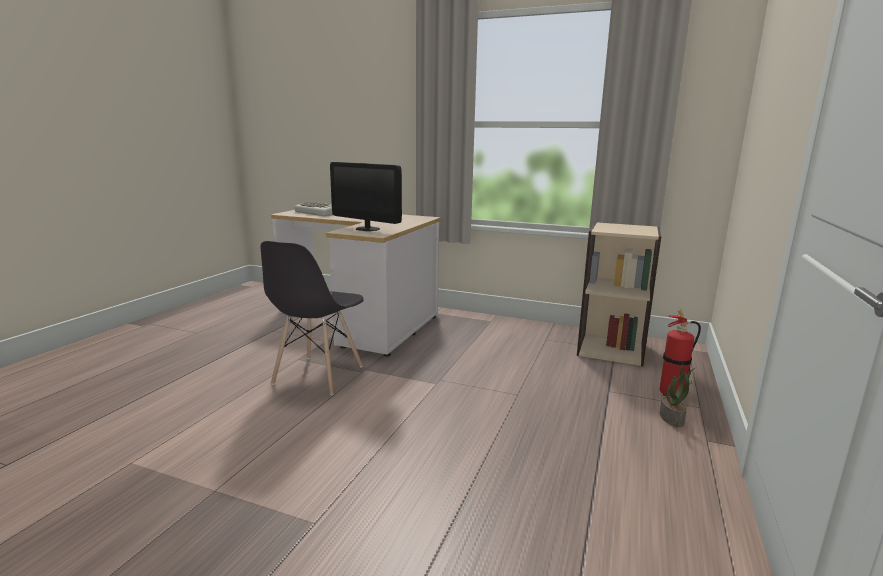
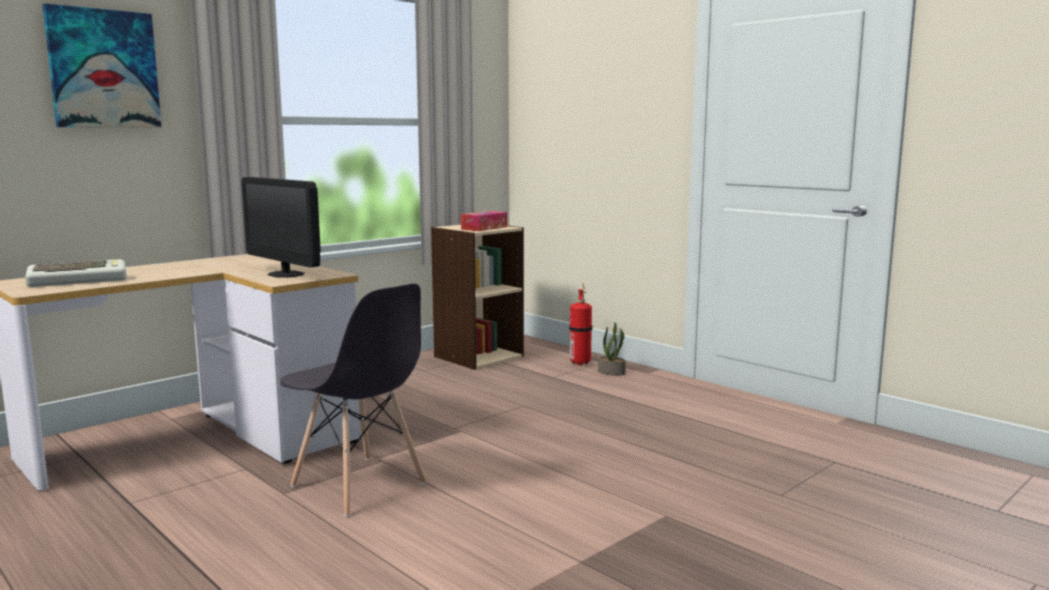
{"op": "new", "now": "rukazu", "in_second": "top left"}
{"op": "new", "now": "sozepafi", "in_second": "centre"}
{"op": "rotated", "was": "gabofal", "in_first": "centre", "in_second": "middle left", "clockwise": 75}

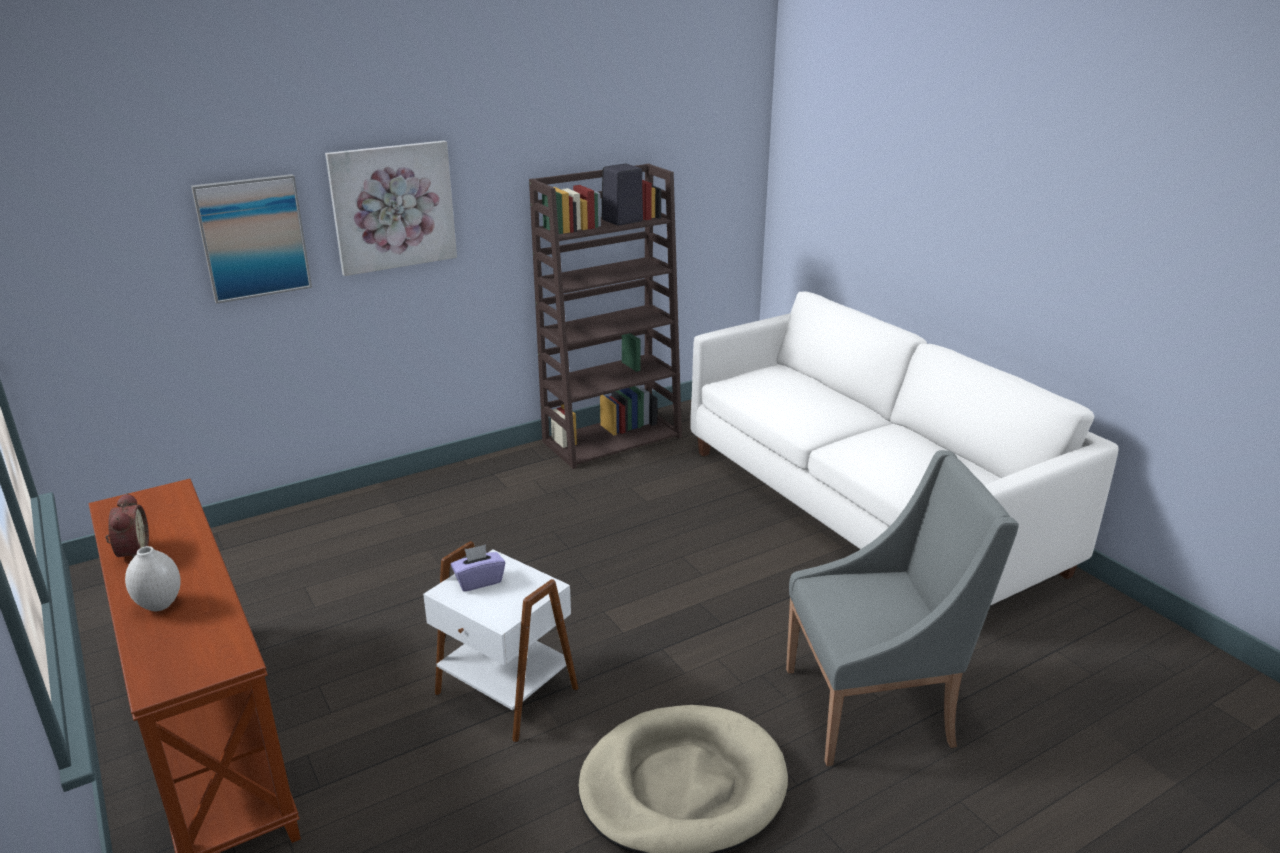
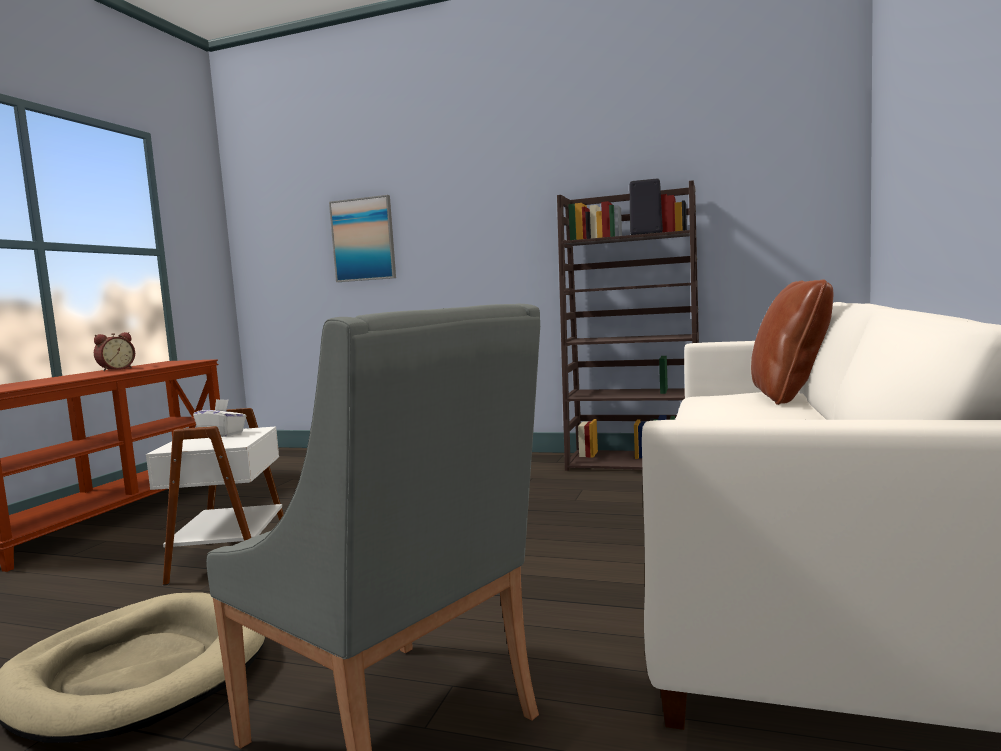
{"op": "gone", "was": "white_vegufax", "in_first": "bottom left"}
{"op": "gone", "was": "rukazu (no. 2 from left)", "in_first": "top left"}
{"op": "new", "now": "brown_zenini", "in_second": "middle right"}
{"op": "repainted", "was": "purple_sozepafi", "now": "white_sozepafi", "in_first": "centre", "in_second": "middle left"}

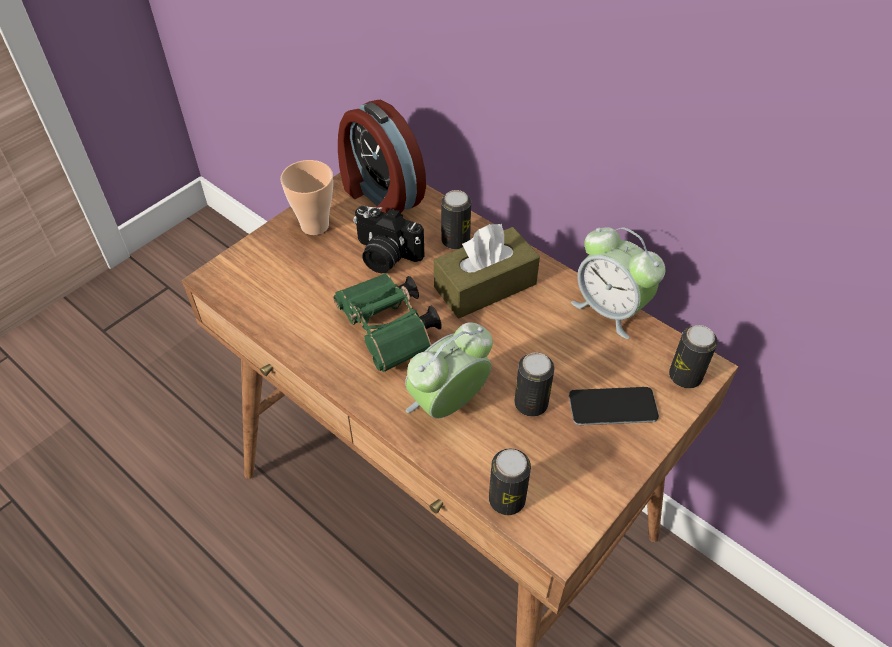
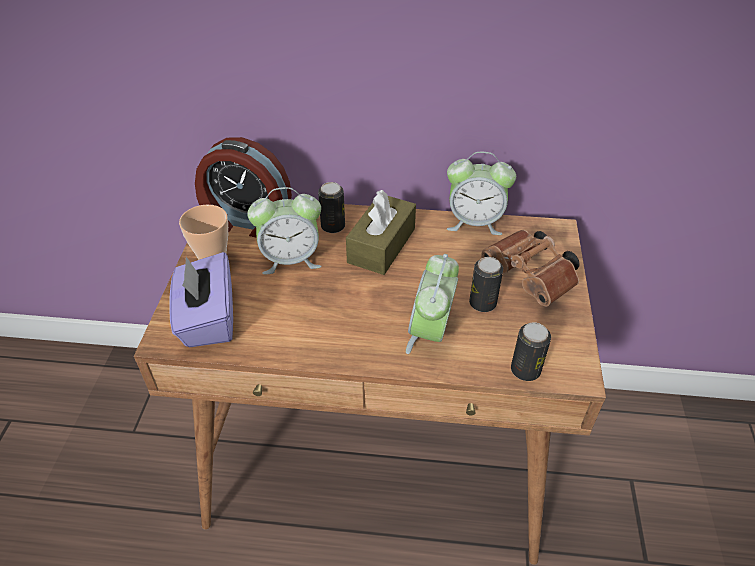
{"op": "gone", "was": "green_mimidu", "in_first": "centre"}
{"op": "gone", "was": "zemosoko (no. 4 from left)", "in_first": "middle right"}
{"op": "new", "now": "purple_sozepafi", "in_second": "middle left"}
{"op": "swapped", "was": "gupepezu", "now": "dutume (no. 2 from left)", "in_first": "centre", "in_second": "centre"}
{"op": "swapped", "was": "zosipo", "now": "brown_mimidu", "in_first": "middle right", "in_second": "middle right"}

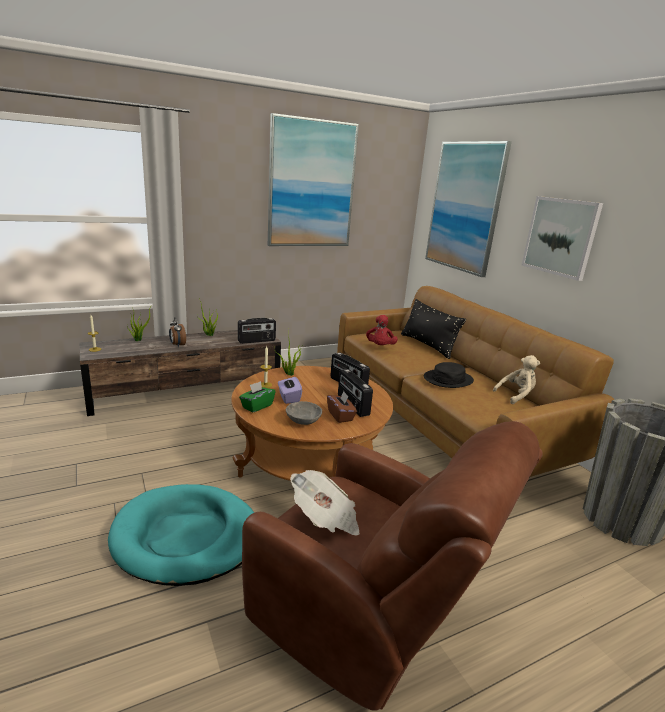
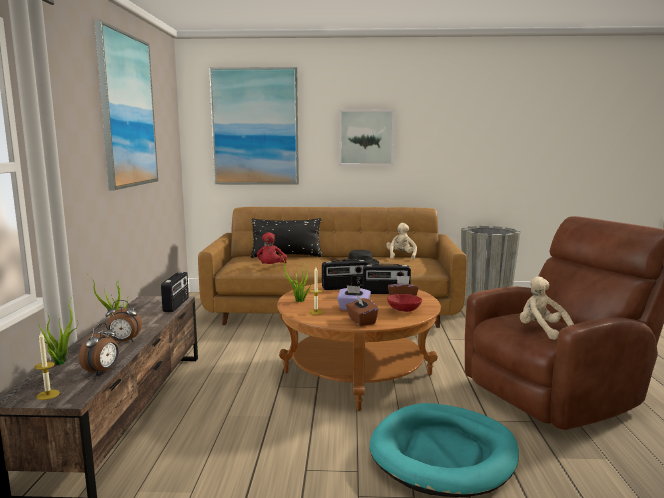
{"op": "new", "now": "dutume (no. 1 from left)", "in_second": "bottom left"}
{"op": "swapped", "was": "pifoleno", "now": "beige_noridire (no. 2 from left)", "in_first": "bottom centre", "in_second": "middle right"}
{"op": "repainted", "was": "green_sozepafi", "now": "brown_sozepafi (no. 1 from left)", "in_first": "centre", "in_second": "centre"}
{"op": "repainted", "was": "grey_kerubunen", "now": "red_kerubunen", "in_first": "centre", "in_second": "centre"}
{"op": "rotated", "was": "red_noridire", "in_first": "centre", "in_second": "centre", "clockwise": 60}

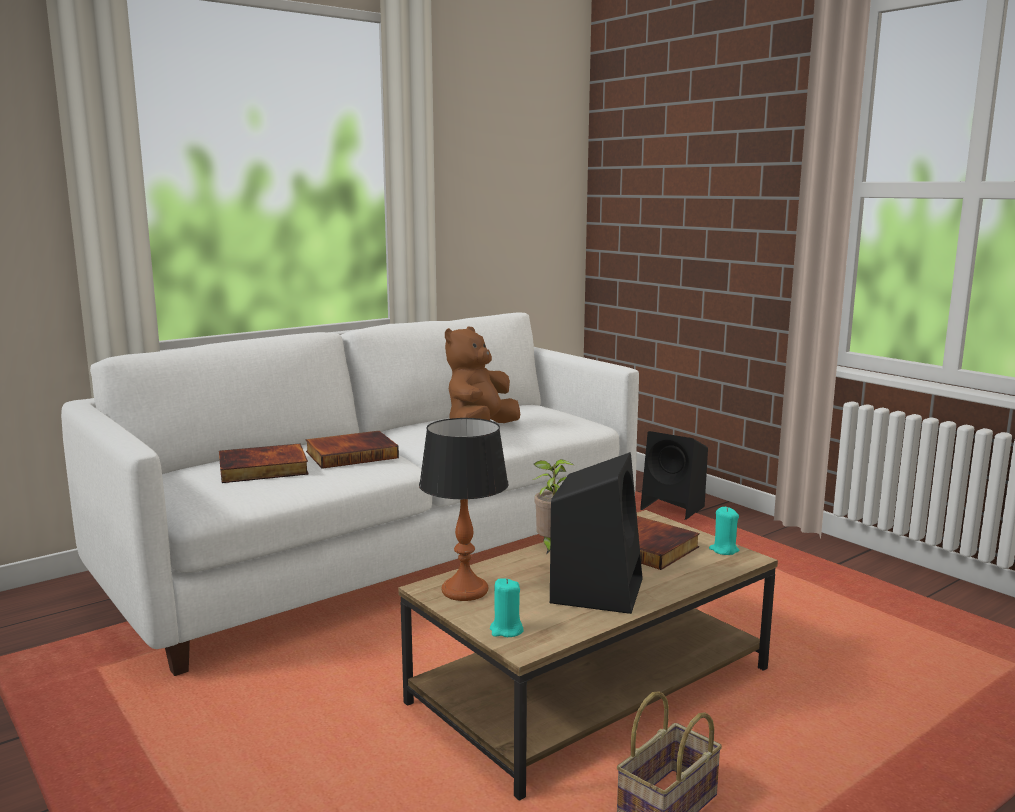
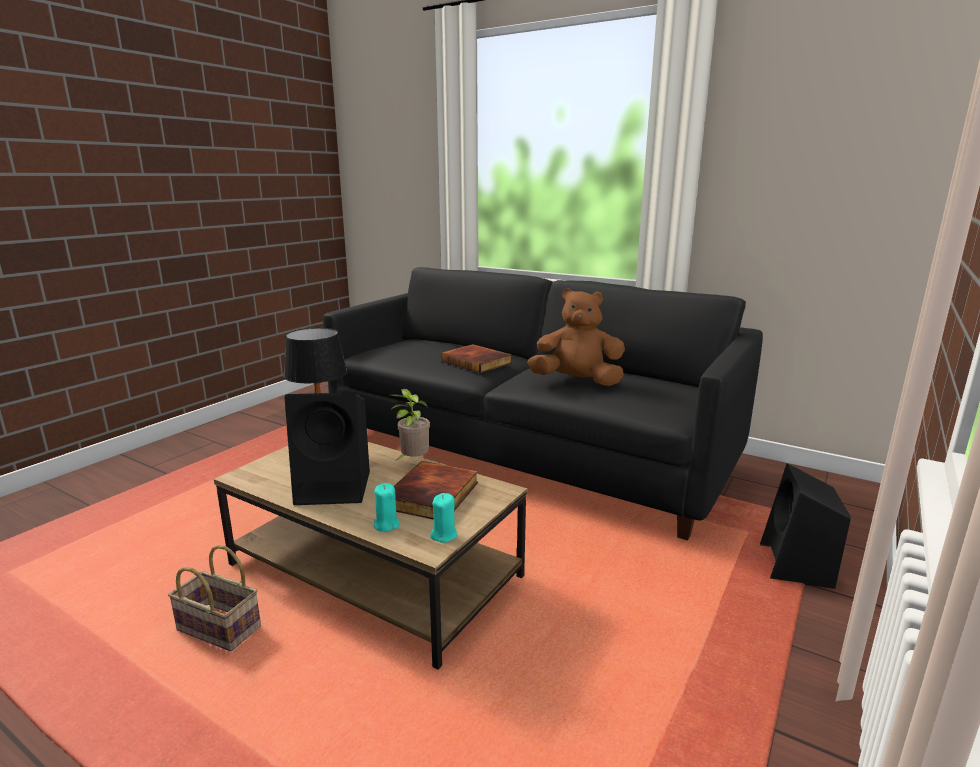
{"op": "gone", "was": "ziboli (no. 1 from left)", "in_first": "middle left"}
{"op": "shifted", "was": "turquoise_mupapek (no. 1 from left)", "in_first": "bottom centre", "in_second": "centre"}
{"op": "repainted", "was": "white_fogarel", "now": "black_fogarel", "in_first": "centre", "in_second": "centre"}

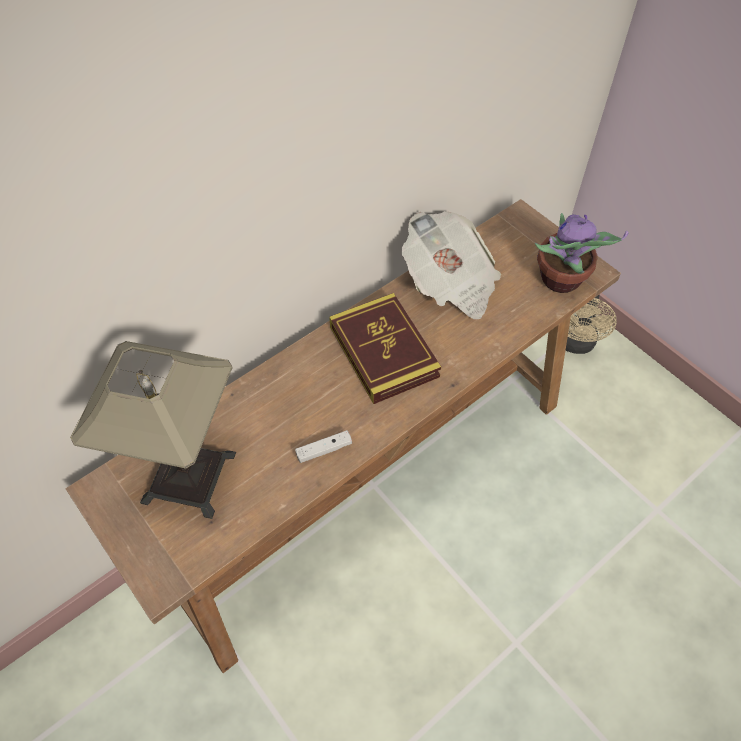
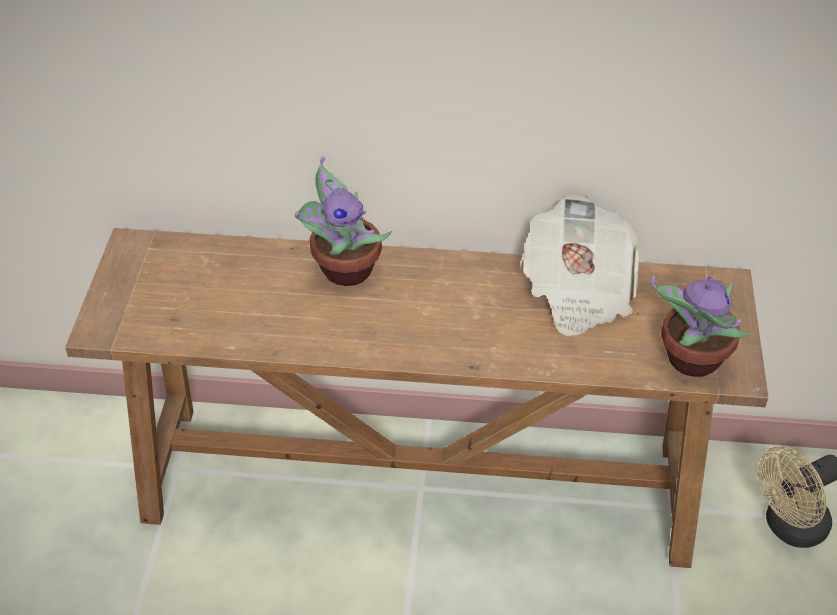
{"op": "gone", "was": "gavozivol", "in_first": "middle left"}
{"op": "gone", "was": "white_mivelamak", "in_first": "centre"}
{"op": "gone", "was": "ziboli", "in_first": "centre"}
{"op": "new", "now": "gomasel (no. 1 from left)", "in_second": "centre"}

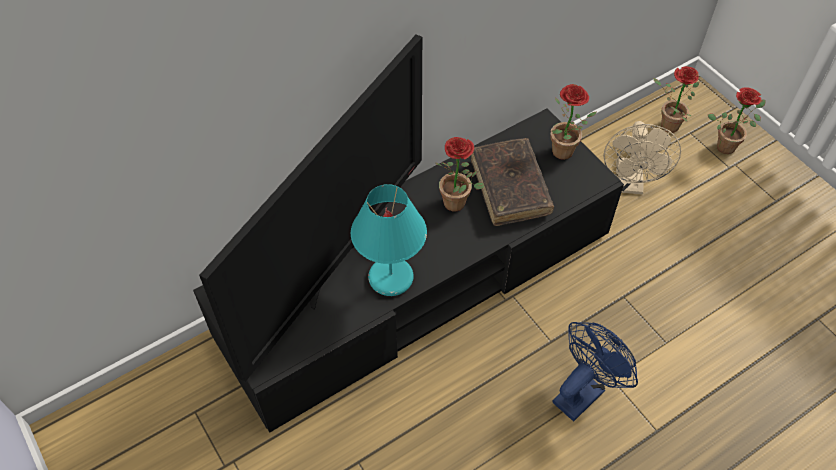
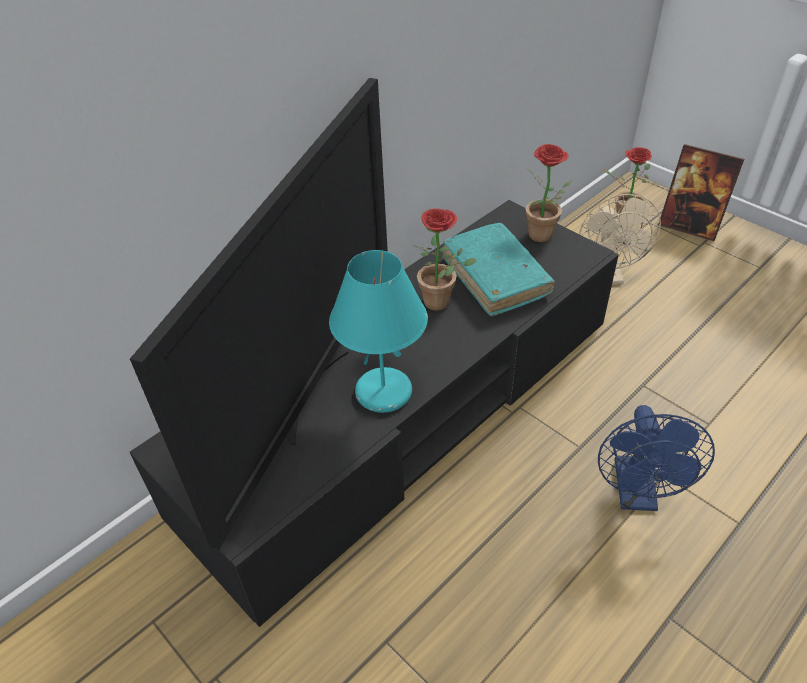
{"op": "swapped", "was": "gomasel (no. 4 from left)", "now": "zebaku", "in_first": "top right", "in_second": "top right"}
{"op": "repainted", "was": "brown_ziboli", "now": "turquoise_ziboli", "in_first": "centre", "in_second": "centre"}
{"op": "rotated", "was": "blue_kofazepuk", "in_first": "bottom right", "in_second": "bottom right", "clockwise": 150}

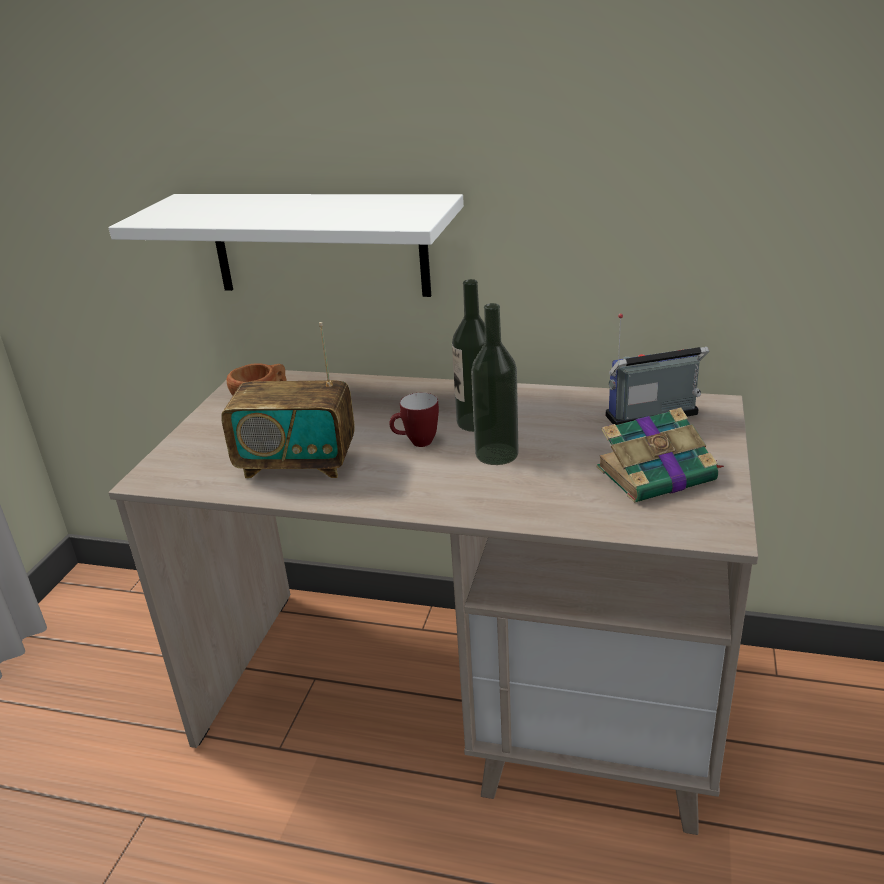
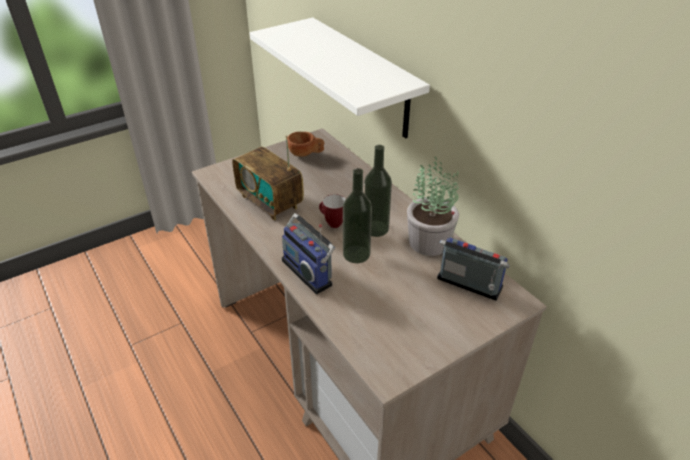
{"op": "gone", "was": "ziboli", "in_first": "middle right"}
{"op": "new", "now": "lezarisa (no. 2 from left)", "in_second": "centre"}
{"op": "new", "now": "gomasel", "in_second": "centre"}

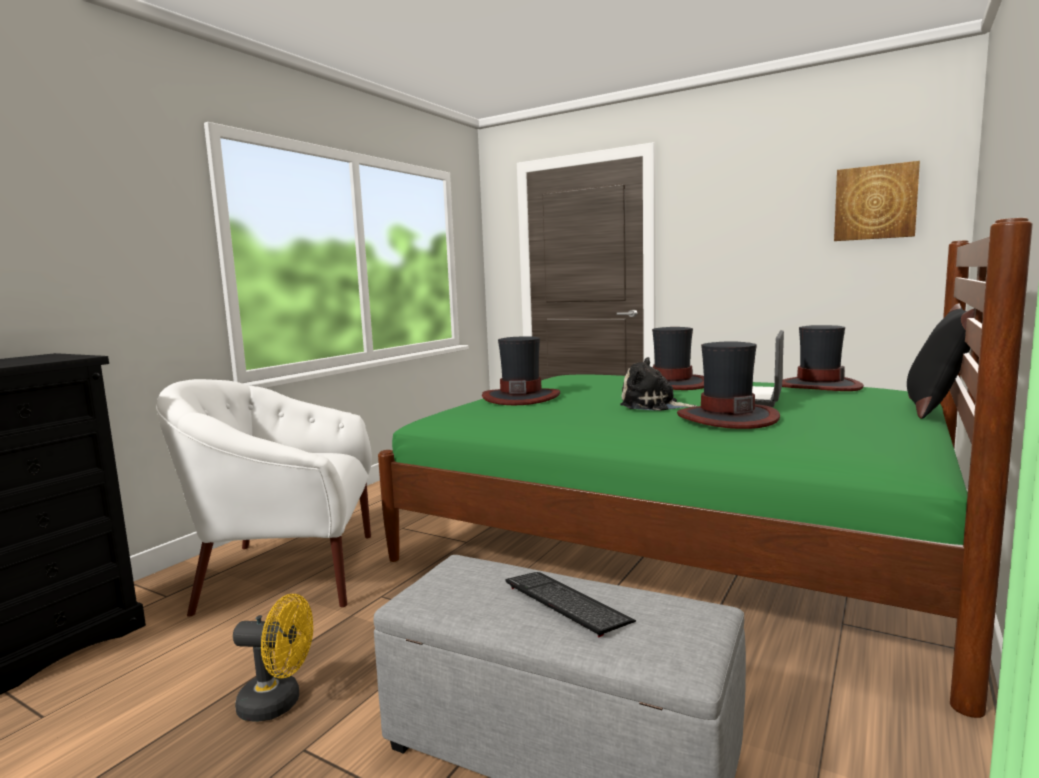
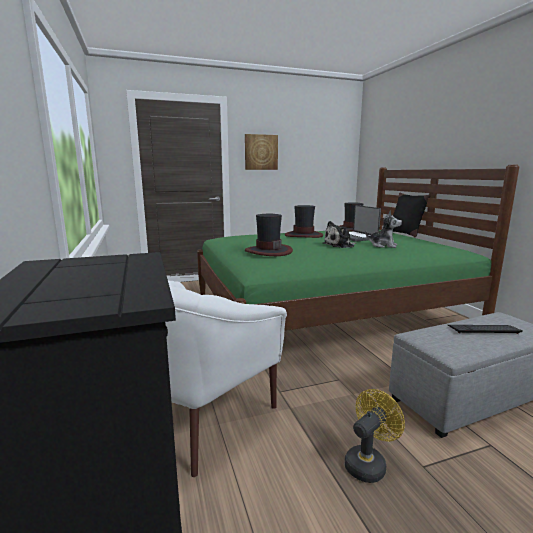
{"op": "shifted", "was": "rukazu", "in_first": "top right", "in_second": "top centre"}
{"op": "swapped", "was": "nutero (no. 3 from left)", "now": "noridire (no. 2 from left)", "in_first": "middle right", "in_second": "middle right"}

